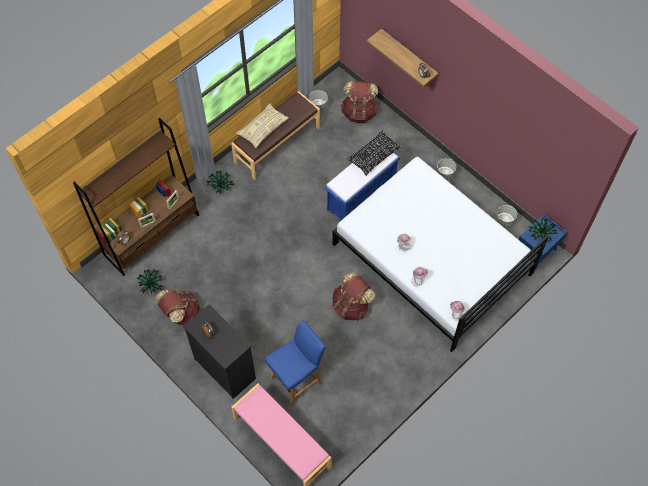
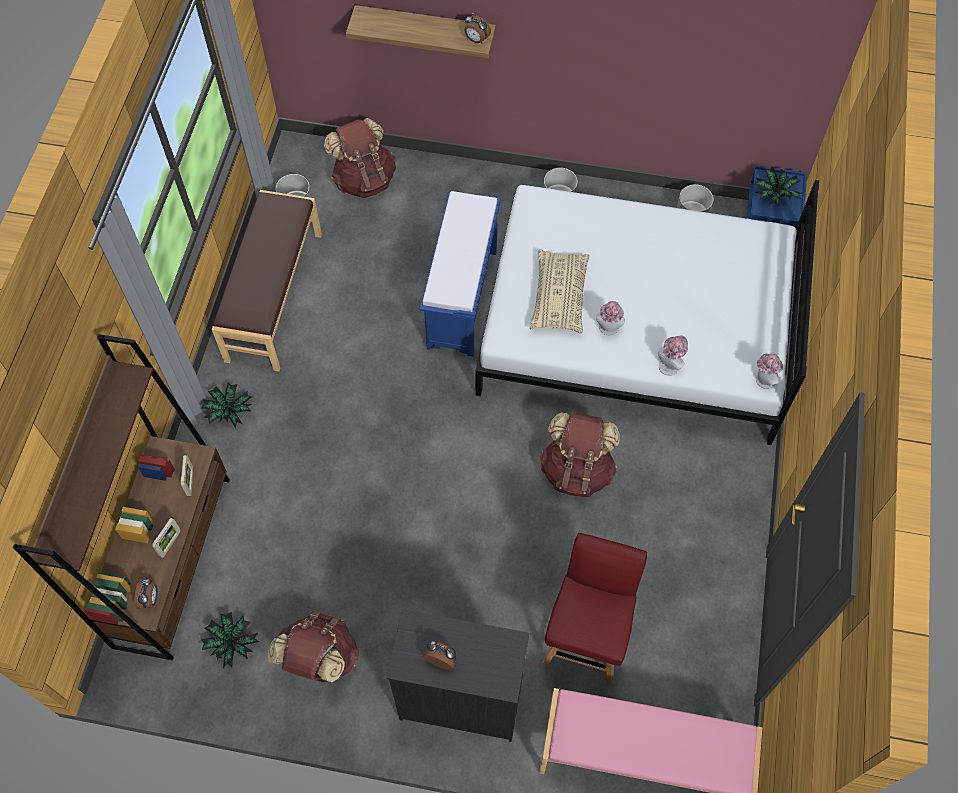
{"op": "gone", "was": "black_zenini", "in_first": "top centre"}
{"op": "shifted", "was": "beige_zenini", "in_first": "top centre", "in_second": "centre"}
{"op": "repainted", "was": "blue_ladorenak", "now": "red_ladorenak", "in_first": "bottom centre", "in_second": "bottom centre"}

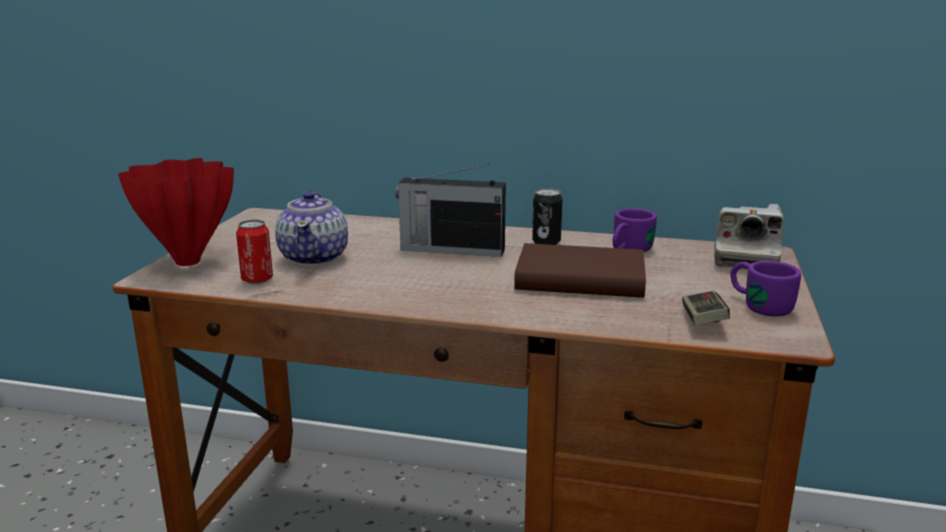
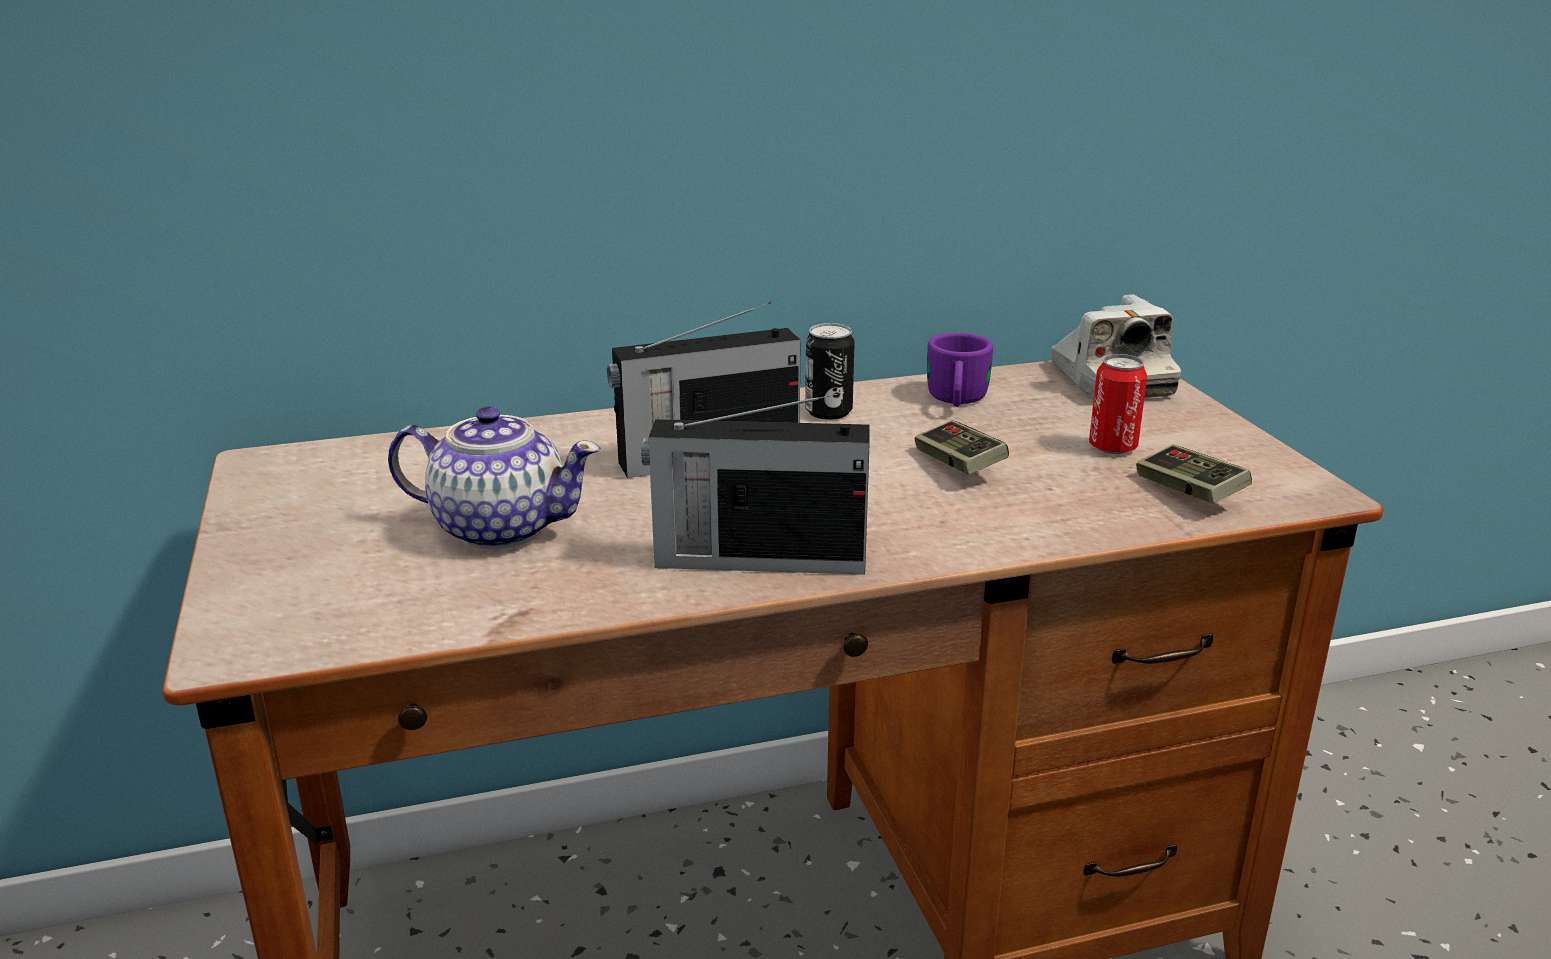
{"op": "gone", "was": "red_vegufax", "in_first": "middle left"}
{"op": "gone", "was": "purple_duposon (no. 2 from left)", "in_first": "middle right"}
{"op": "new", "now": "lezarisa (no. 2 from left)", "in_second": "centre"}
{"op": "shifted", "was": "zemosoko (no. 1 from left in the first image)", "now": "zemosoko (no. 2 from left)", "in_first": "middle left", "in_second": "middle right"}
{"op": "swapped", "was": "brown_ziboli", "now": "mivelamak (no. 1 from left)", "in_first": "centre", "in_second": "centre"}
{"op": "rotated", "was": "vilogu", "in_first": "middle left", "in_second": "middle left", "clockwise": -45}

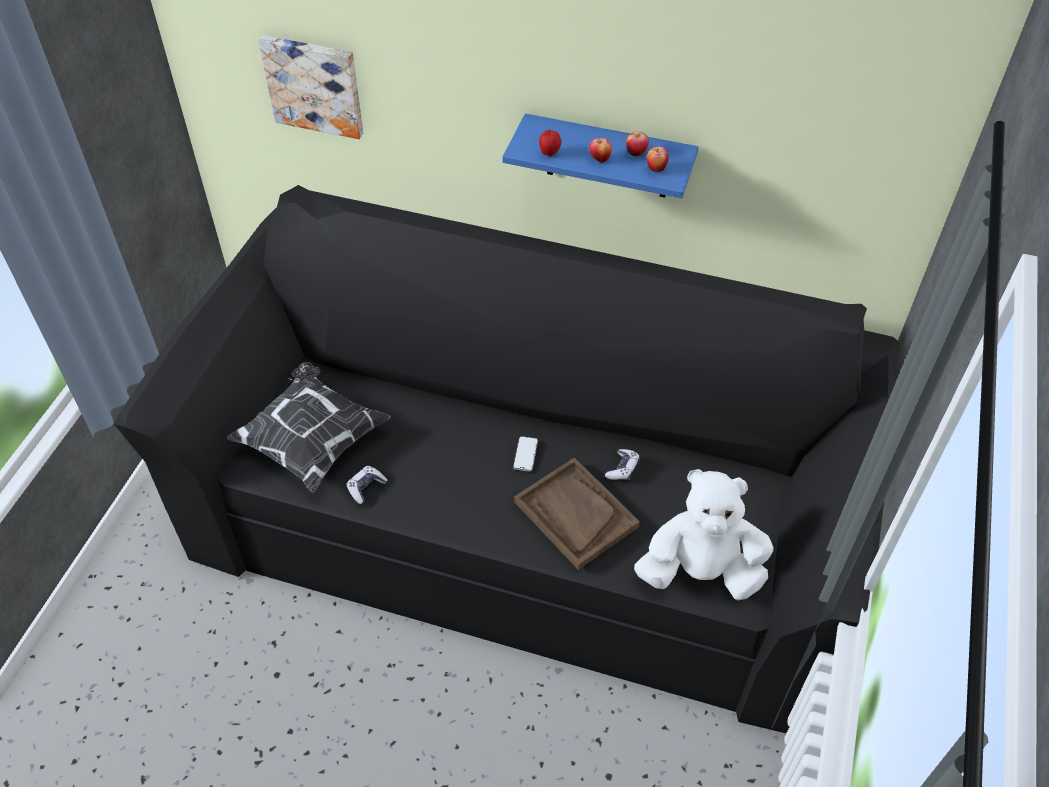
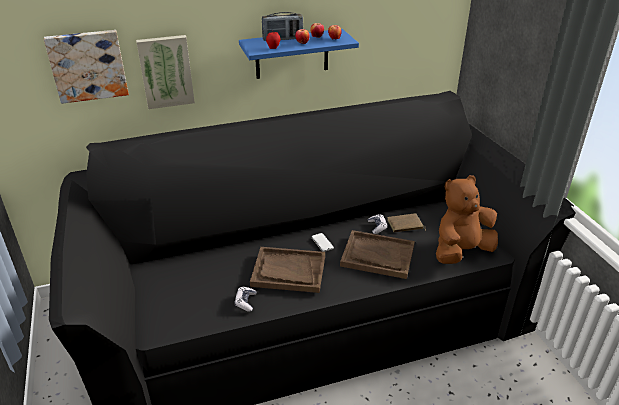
{"op": "gone", "was": "zenini", "in_first": "middle left"}
{"op": "new", "now": "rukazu (no. 2 from left)", "in_second": "top left"}
{"op": "new", "now": "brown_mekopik (no. 1 from left)", "in_second": "bottom centre"}
{"op": "new", "now": "lezarisa", "in_second": "top centre"}
{"op": "new", "now": "brown_ziboli", "in_second": "centre"}
{"op": "repainted", "was": "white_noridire", "now": "brown_noridire", "in_first": "bottom right", "in_second": "middle right"}

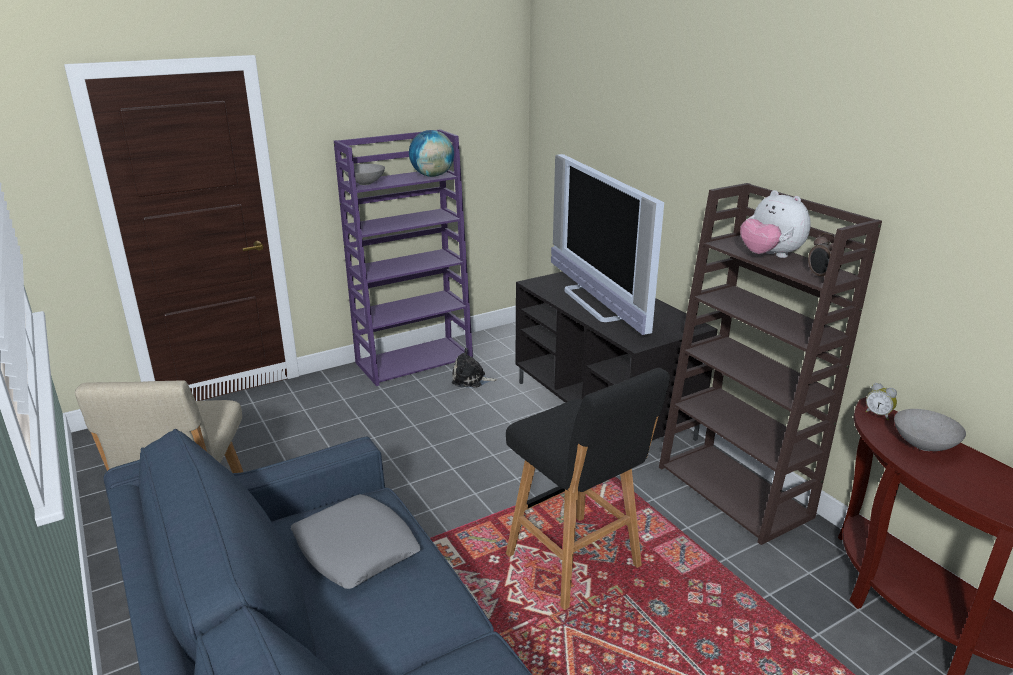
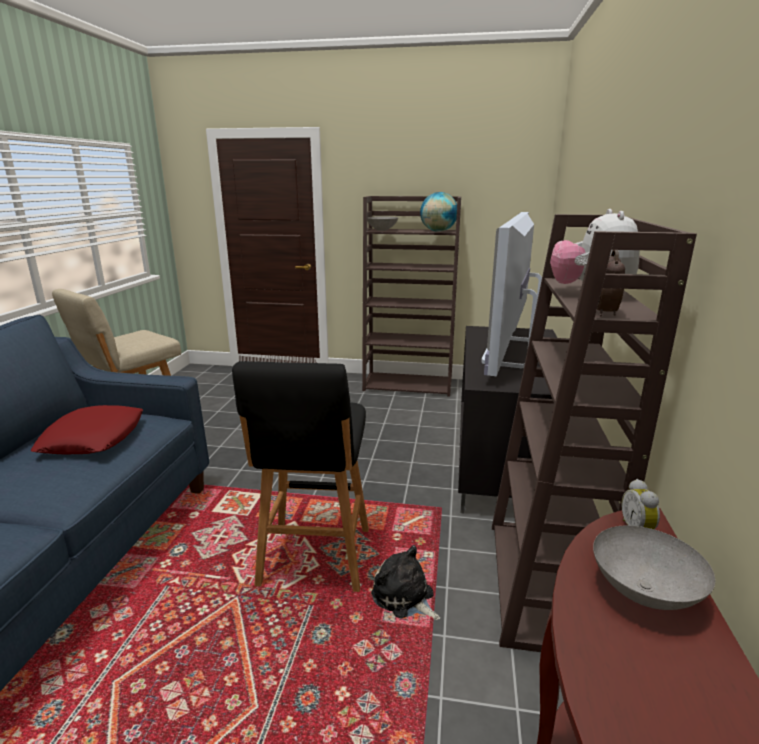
{"op": "shifted", "was": "noridire (no. 1 from left)", "in_first": "centre", "in_second": "bottom centre"}
{"op": "repainted", "was": "grey_zenini", "now": "red_zenini", "in_first": "bottom centre", "in_second": "middle left"}
{"op": "repainted", "was": "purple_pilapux", "now": "brown_pilapux (no. 1 from left)", "in_first": "centre", "in_second": "centre"}

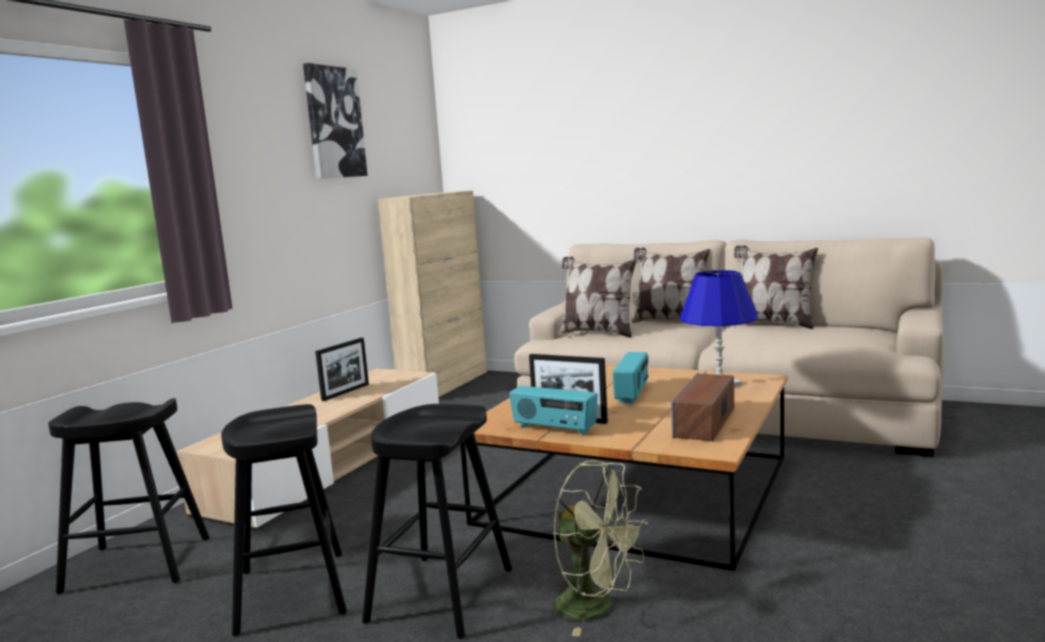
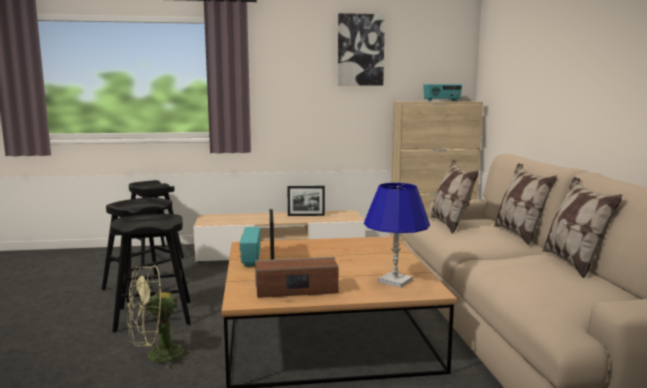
{"op": "shifted", "was": "lezarisa (no. 2 from left)", "in_first": "centre", "in_second": "top right"}
{"op": "rotated", "was": "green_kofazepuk", "in_first": "bottom centre", "in_second": "bottom left", "clockwise": 60}

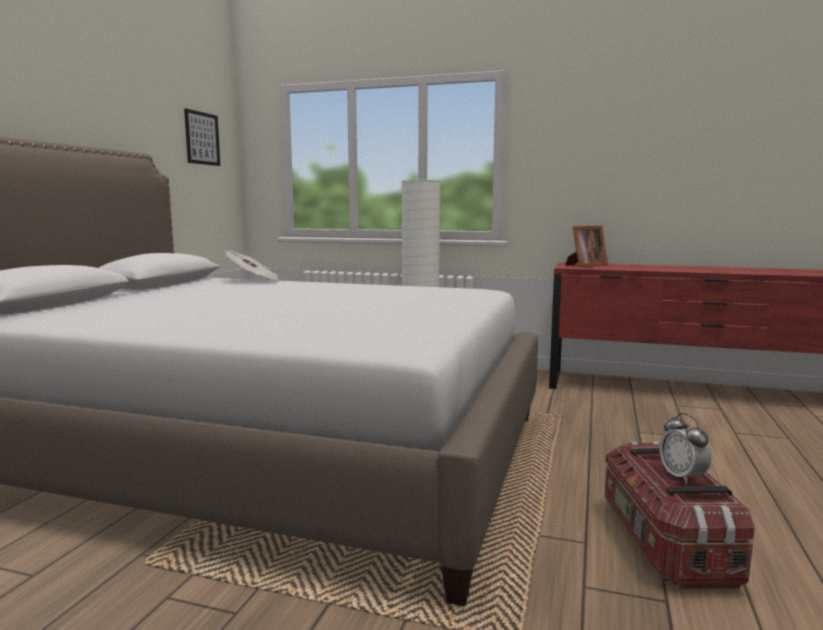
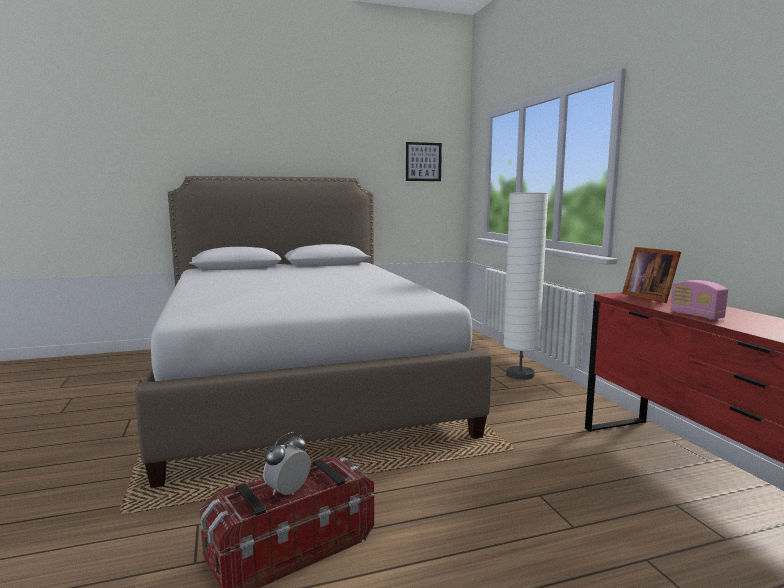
{"op": "gone", "was": "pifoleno", "in_first": "middle left"}
{"op": "new", "now": "lezarisa", "in_second": "middle right"}
{"op": "rotated", "was": "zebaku", "in_first": "middle right", "in_second": "middle right", "clockwise": 45}

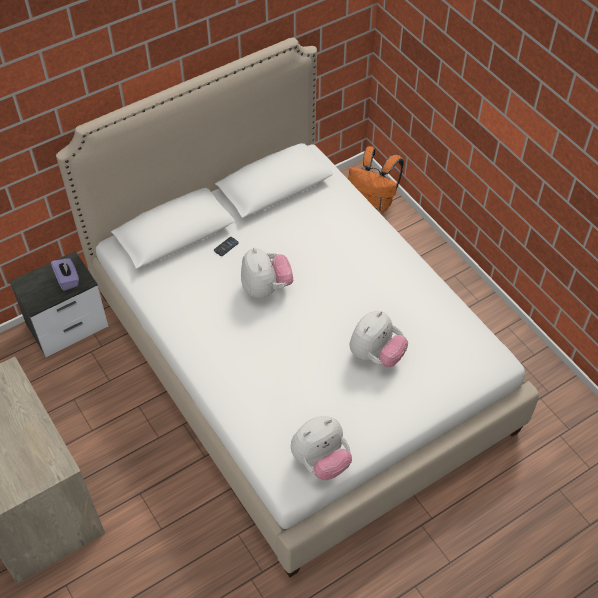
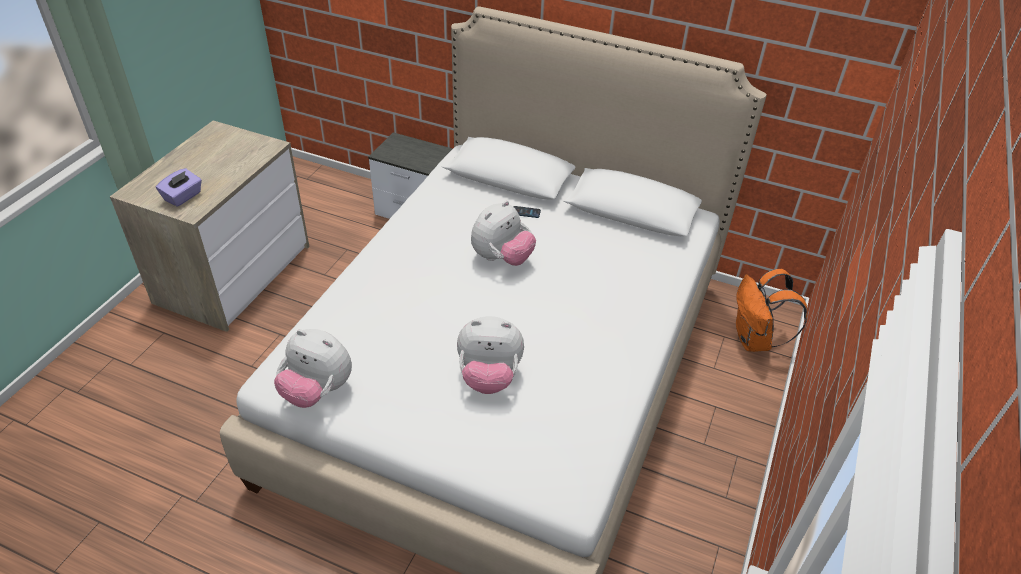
{"op": "shifted", "was": "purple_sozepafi", "in_first": "middle left", "in_second": "top left"}

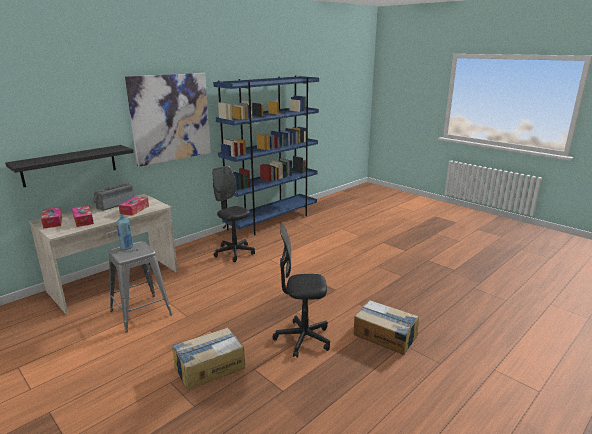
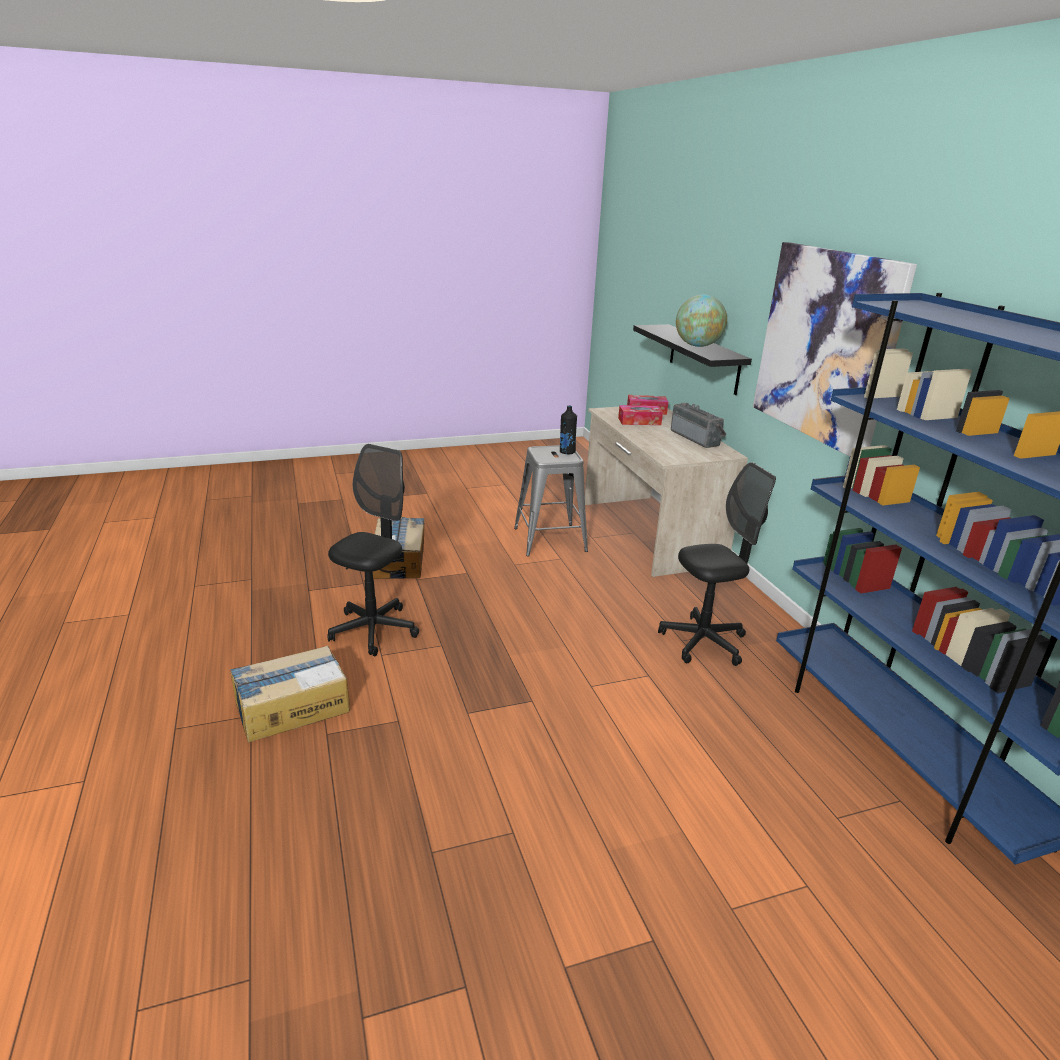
{"op": "gone", "was": "sozepafi (no. 3 from left)", "in_first": "middle left"}
{"op": "new", "now": "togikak", "in_second": "top centre"}
{"op": "repainted", "was": "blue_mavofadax", "now": "black_mavofadax", "in_first": "middle left", "in_second": "centre"}

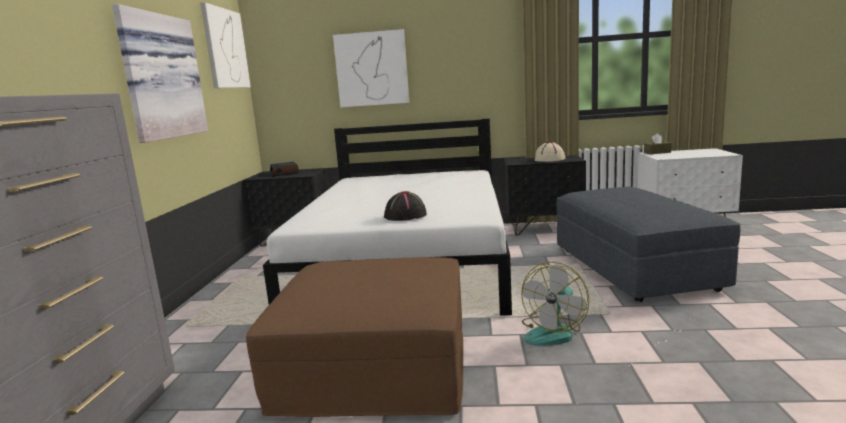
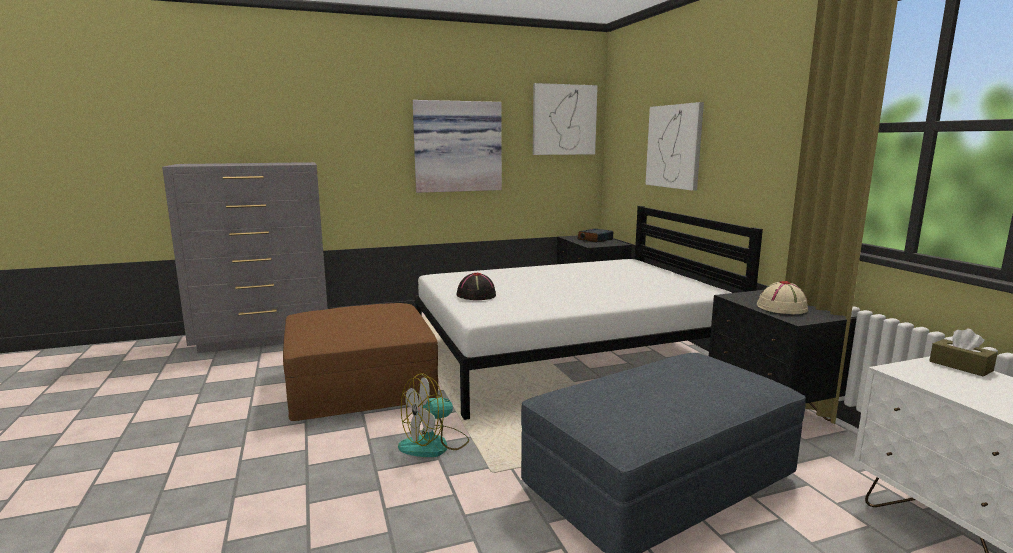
{"op": "rotated", "was": "kofazepuk", "in_first": "bottom centre", "in_second": "bottom centre", "clockwise": -45}

